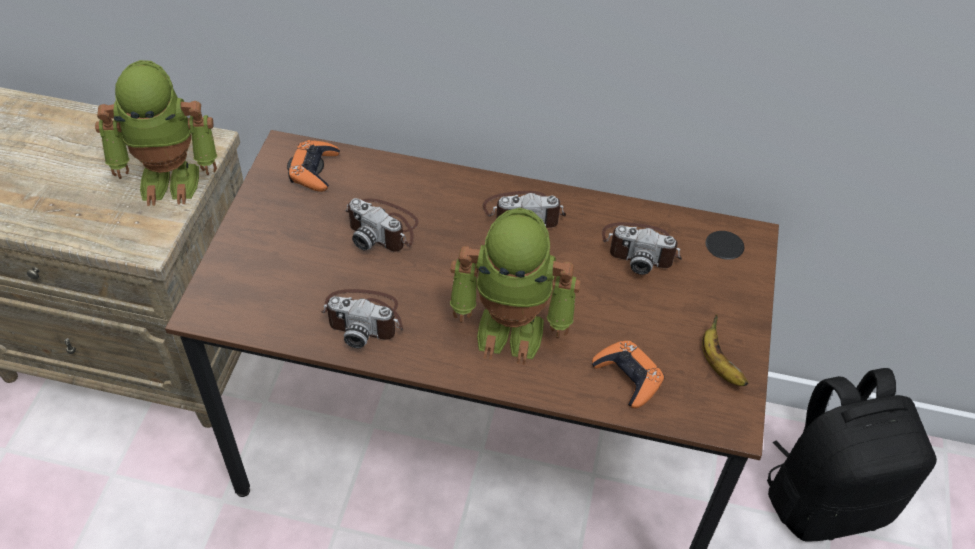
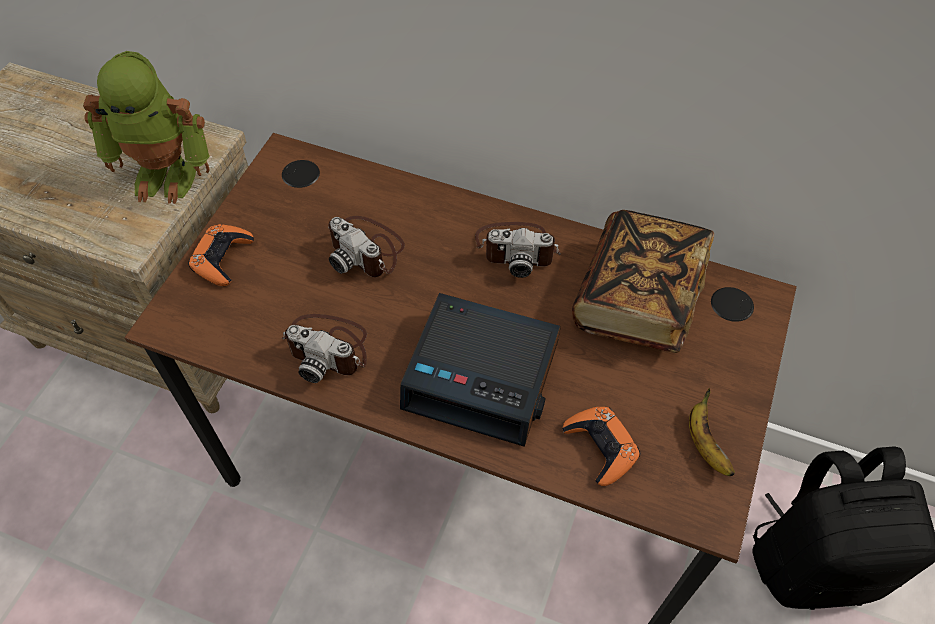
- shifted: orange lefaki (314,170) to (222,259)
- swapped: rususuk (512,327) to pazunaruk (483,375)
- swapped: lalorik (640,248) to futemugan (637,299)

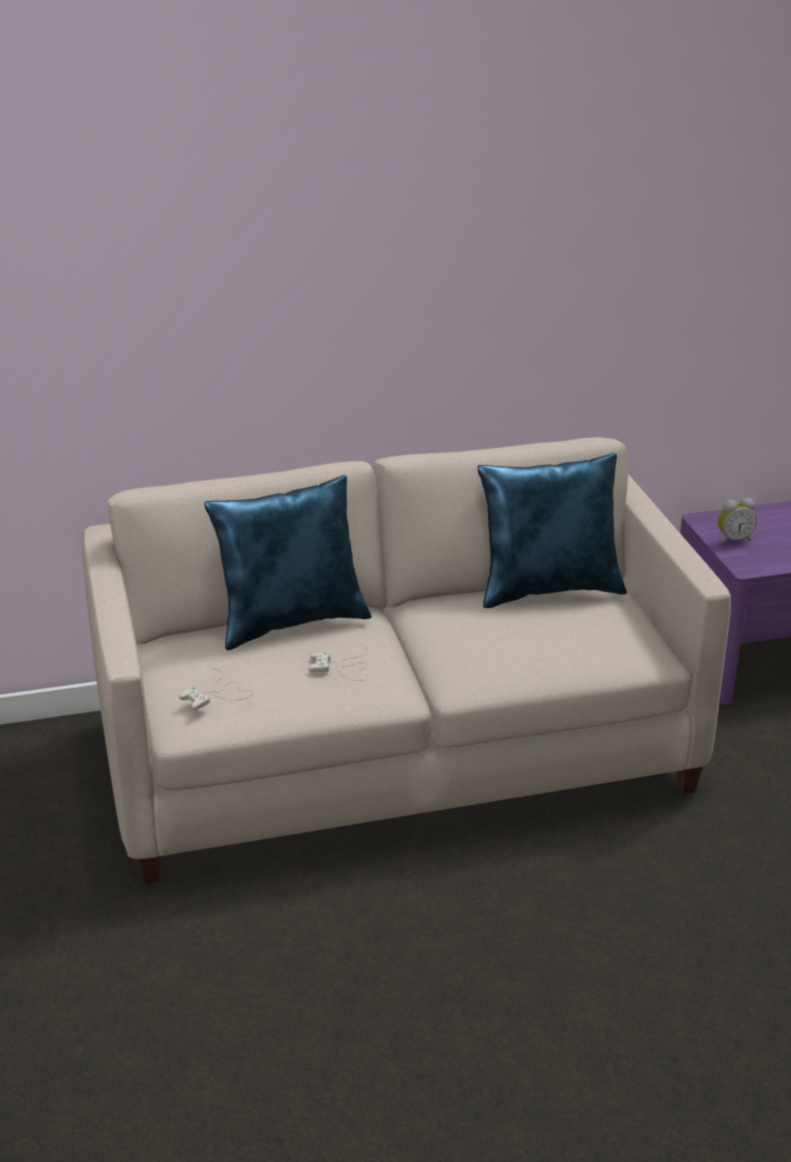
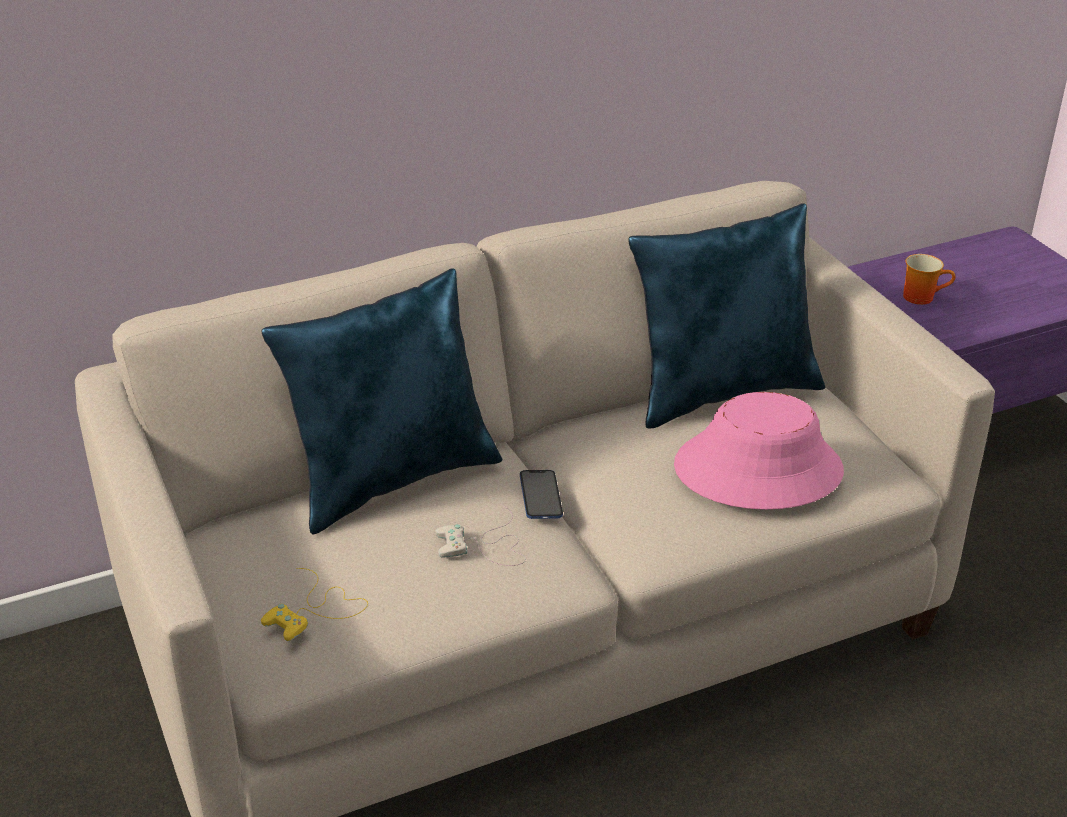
- repainted: white lefaki (218,694) to yellow lefaki (316,610)
- new: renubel (540,496)
- new: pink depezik (758,469)
- swapped: pazunaruk (733,540) to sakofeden (922,296)

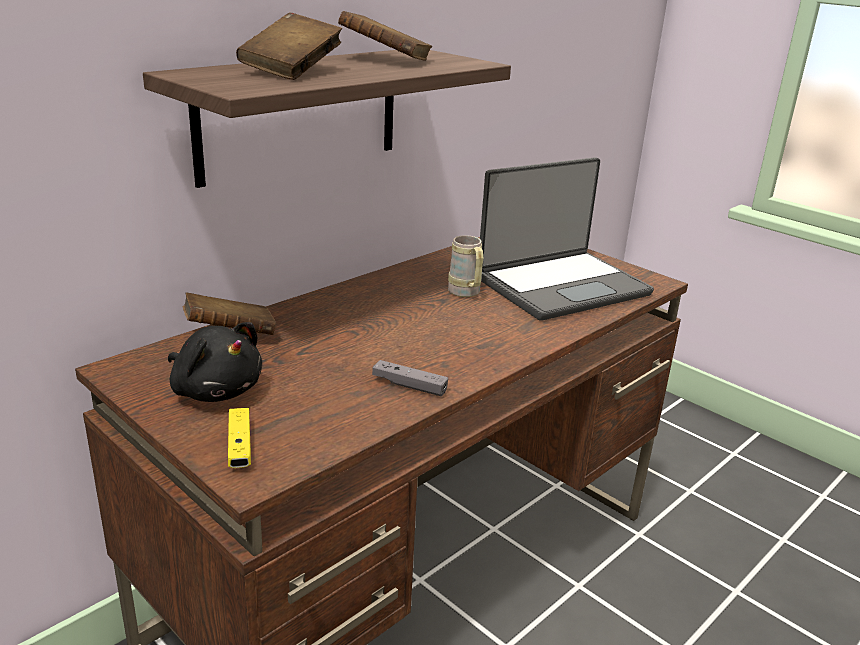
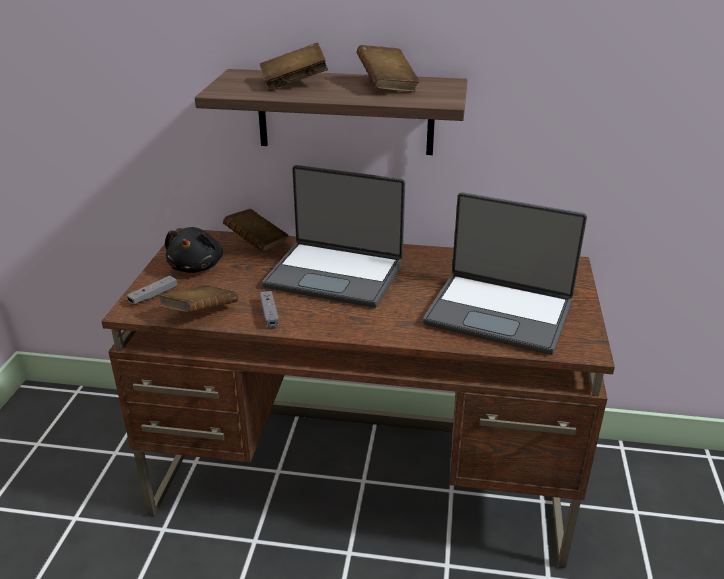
- repainted: yellow lefaki (239,446) to grey lefaki (153,296)
- new: brown futemugan (200,314)
- new: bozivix (335,274)
- gone: beige sakofeden (466,294)

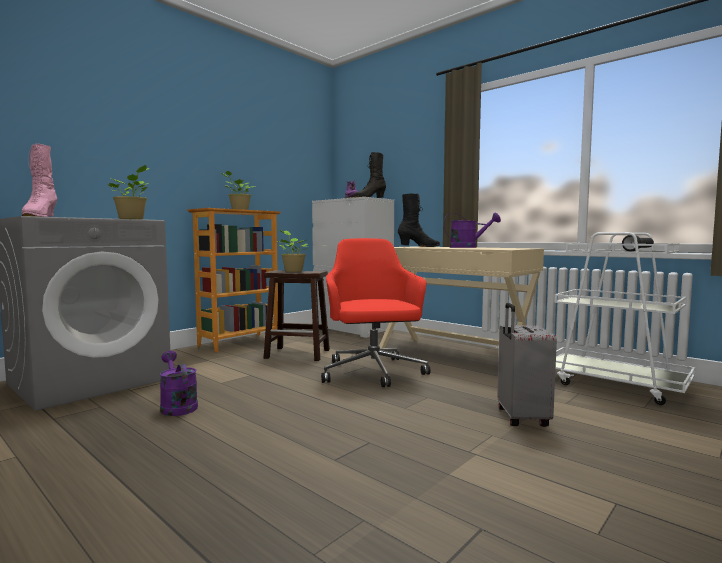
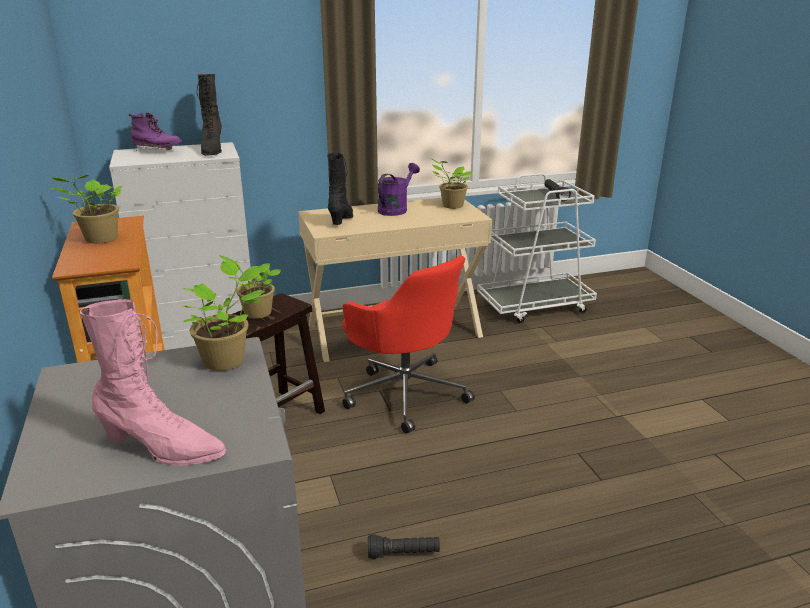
- rotated: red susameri (373,373) = (405,392) 150 degrees counterclockwise
- swapped: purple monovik (177,406) to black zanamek (403,553)
- new: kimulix (451,205)
- gone: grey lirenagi (521,418)

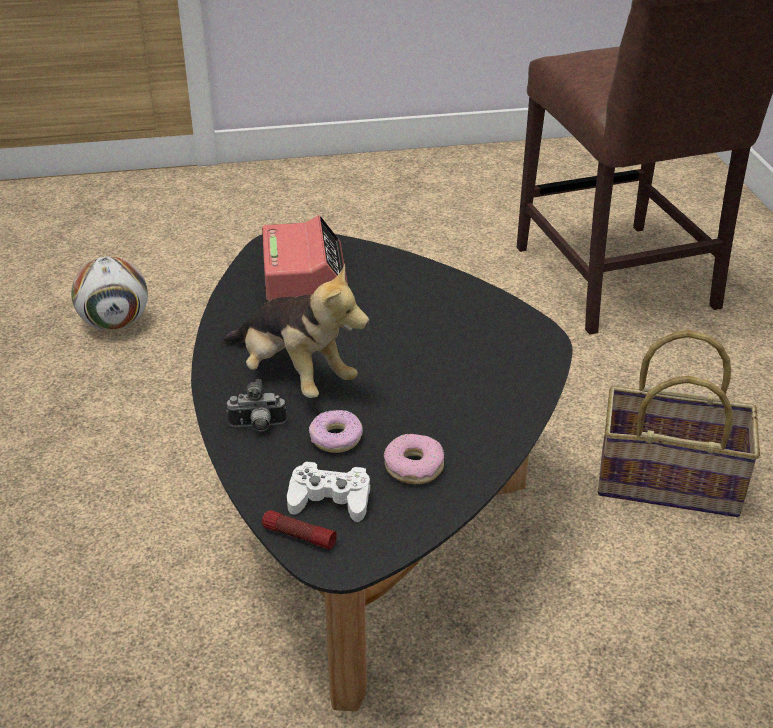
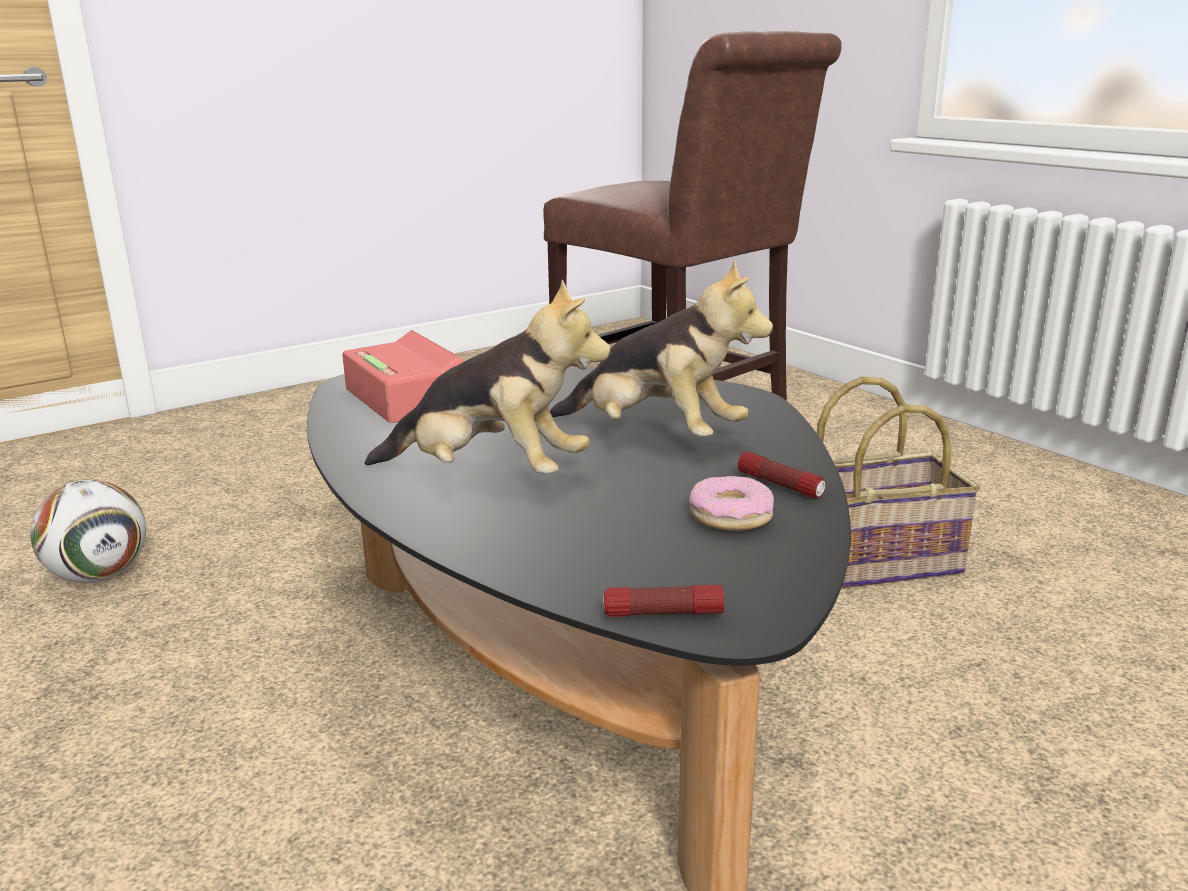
- new: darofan (656,435)
- new: zanamek (780,485)
- gone: lalorik (257,426)
- gone: white lefaki (330,499)
- gone: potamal (336,438)

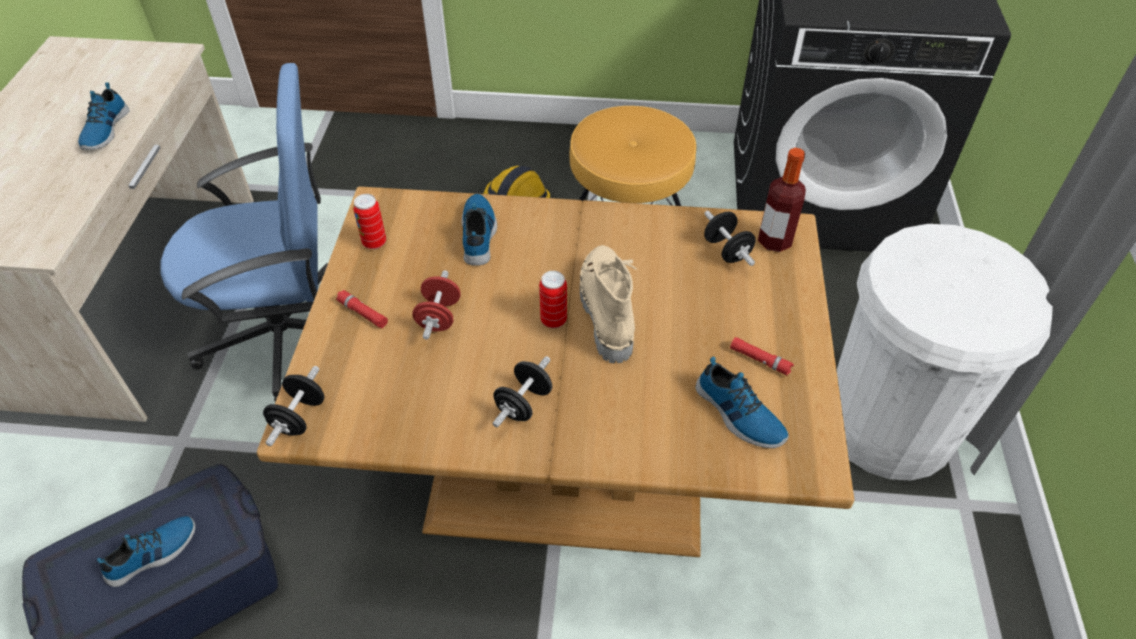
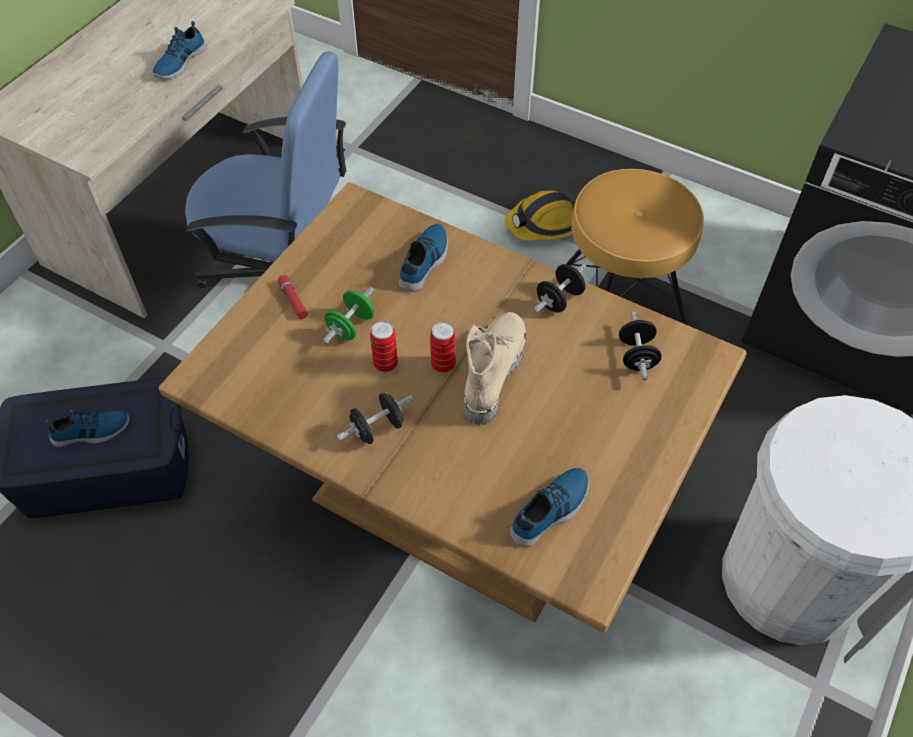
- repainted: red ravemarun (439,317) to green ravemarun (351,326)
- shifted: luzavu (374,242) to (385,364)
- rotated: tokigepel (738,414) = (551,510) 120 degrees counterclockwise
- shifted: black ravemarun (299,417) to (559,299)
- gone: red zanamek (760,360)
- gone: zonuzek (774,241)

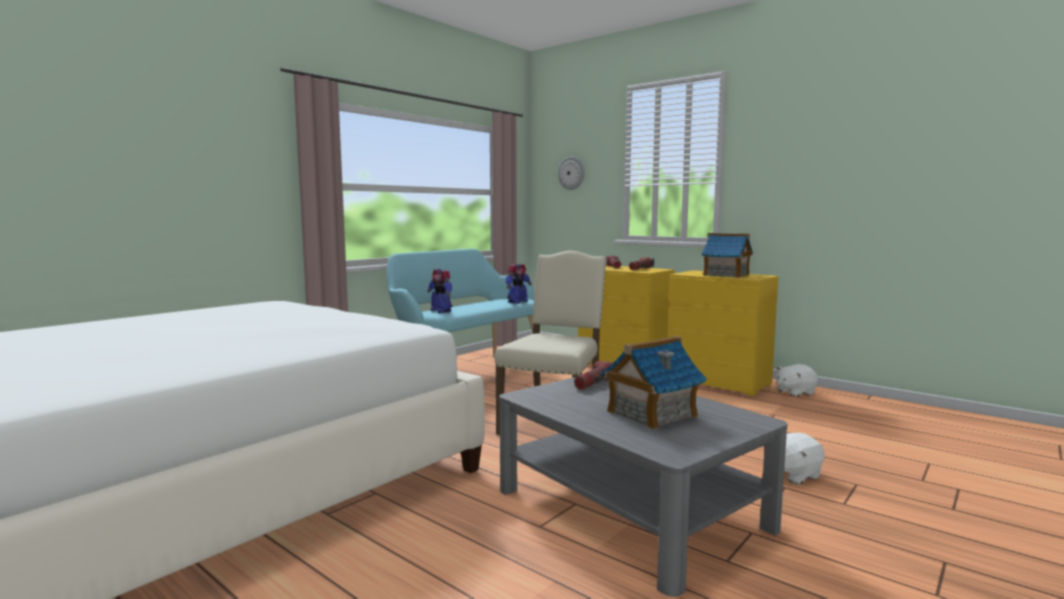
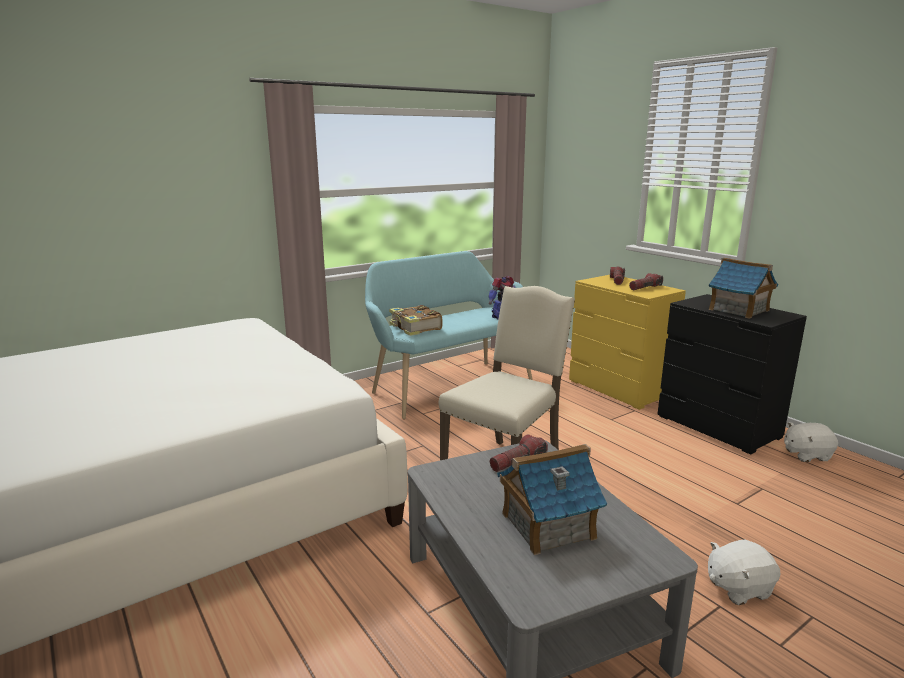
- swapped: rususuk (441,311) to futemugan (415,328)
- repainted: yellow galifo (719,382) to black galifo (718,427)
- gone: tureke (571,173)

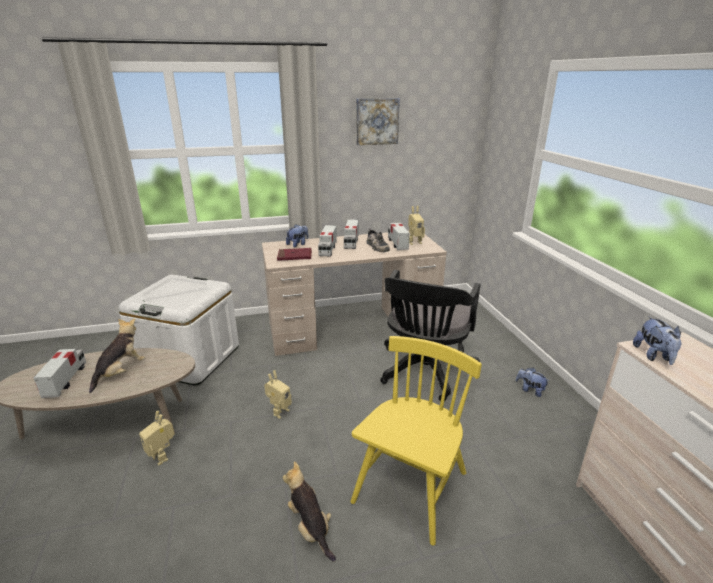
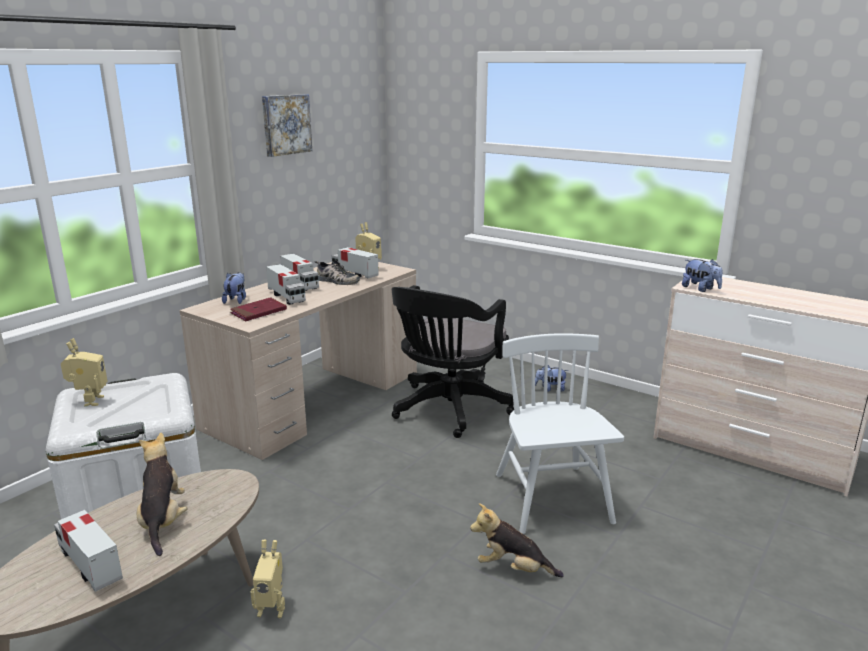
- shifted: rususuk (279,411) to (89,401)
- rotated: black susameri (424,372) = (448,410) 45 degrees clockwise
- repainted: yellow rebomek (410,488) to white rebomek (552,498)

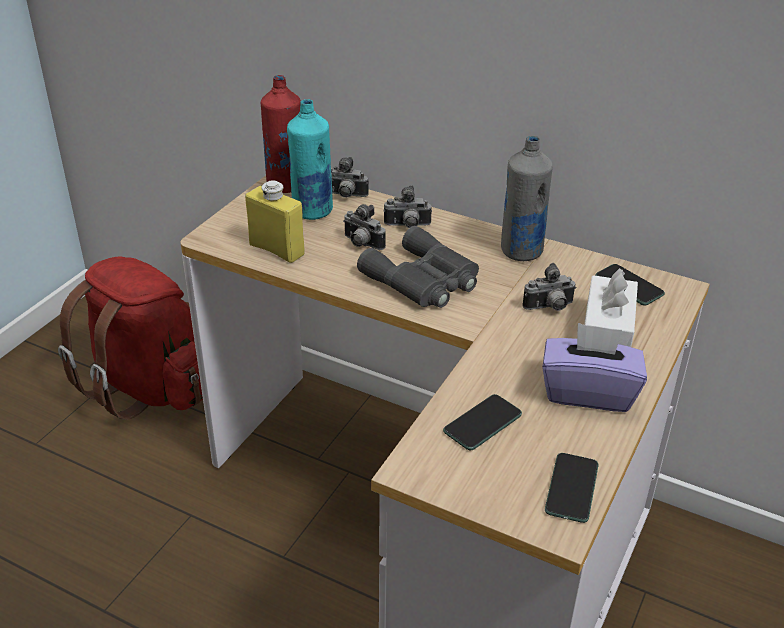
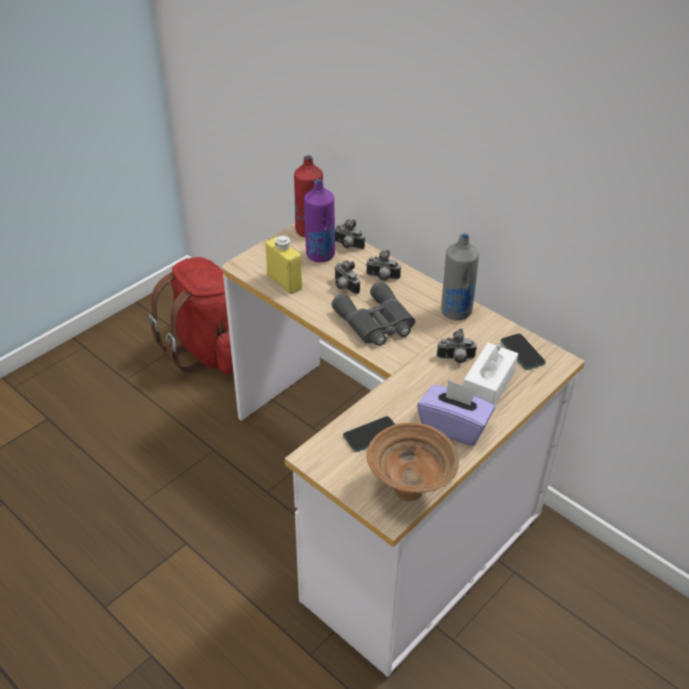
- repainted: turquoise zonuzek (312,211) to purple zonuzek (320,255)
- swapped: renubel (571,488) to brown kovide (410,491)

